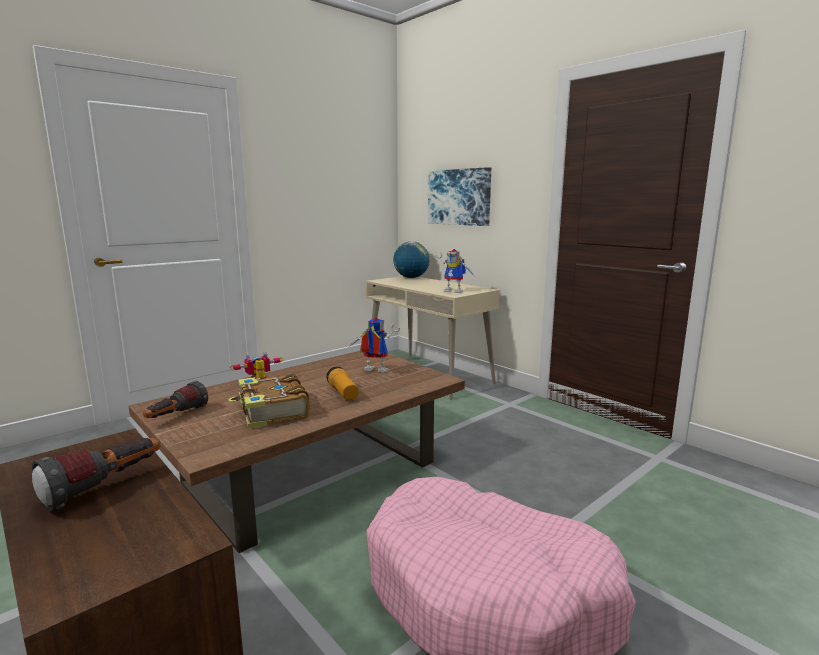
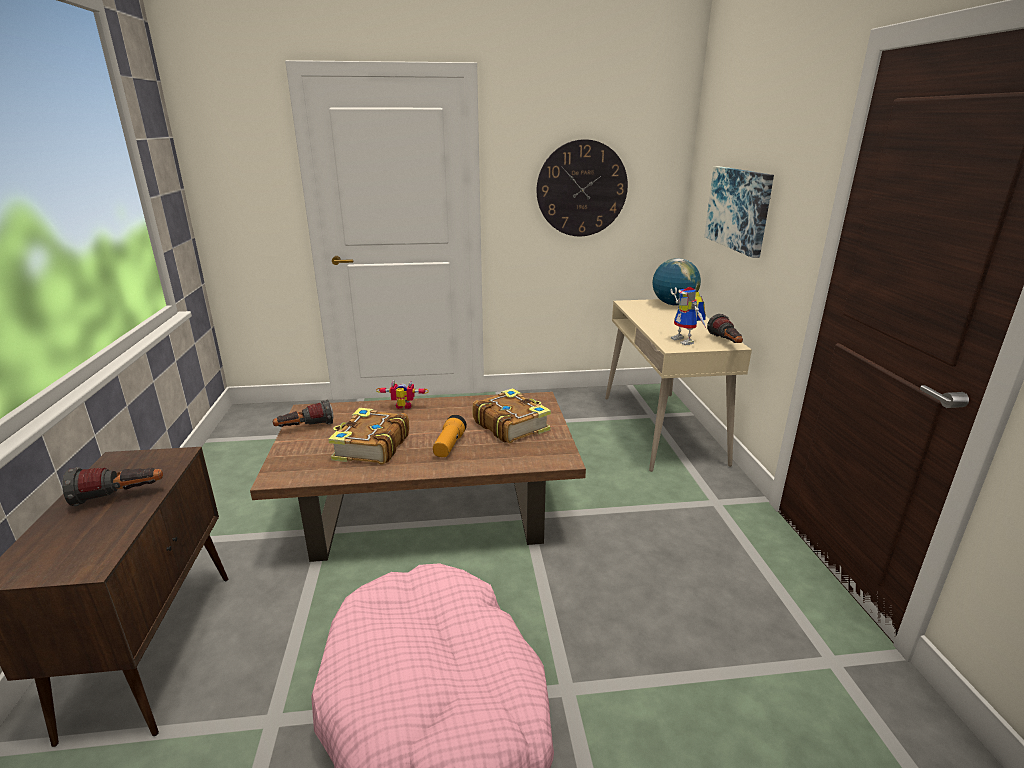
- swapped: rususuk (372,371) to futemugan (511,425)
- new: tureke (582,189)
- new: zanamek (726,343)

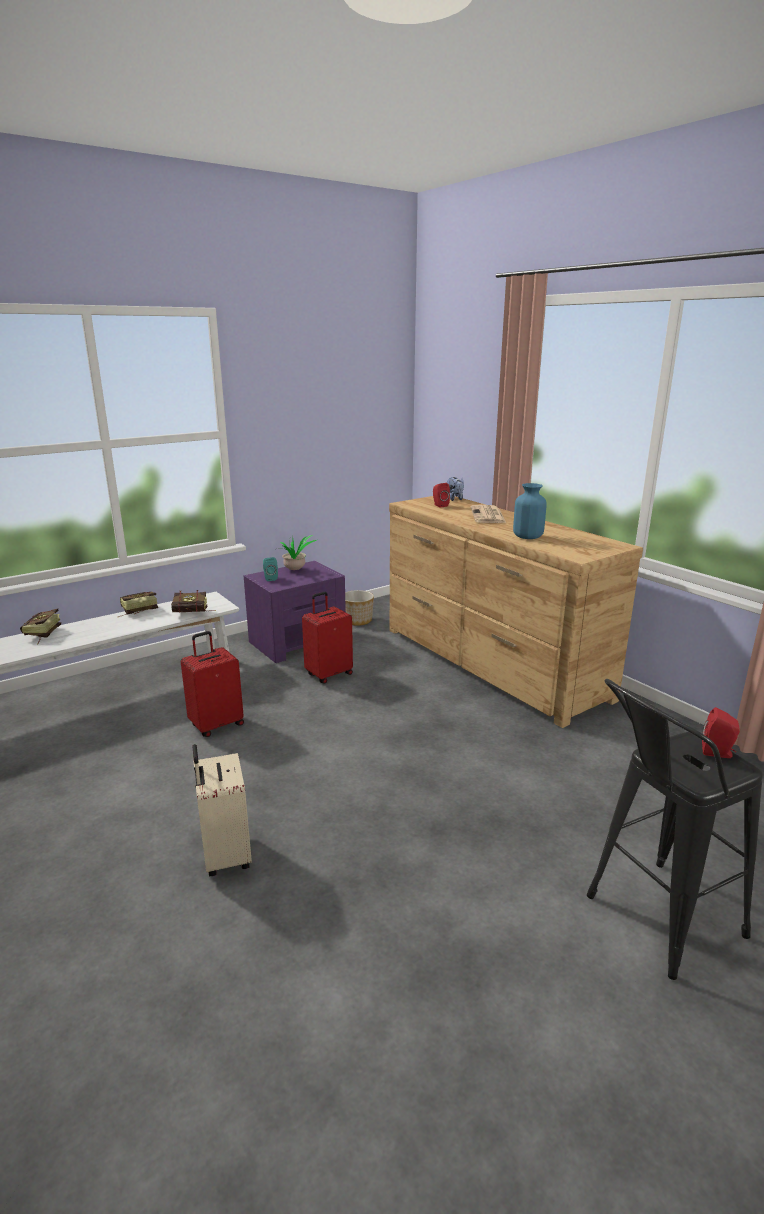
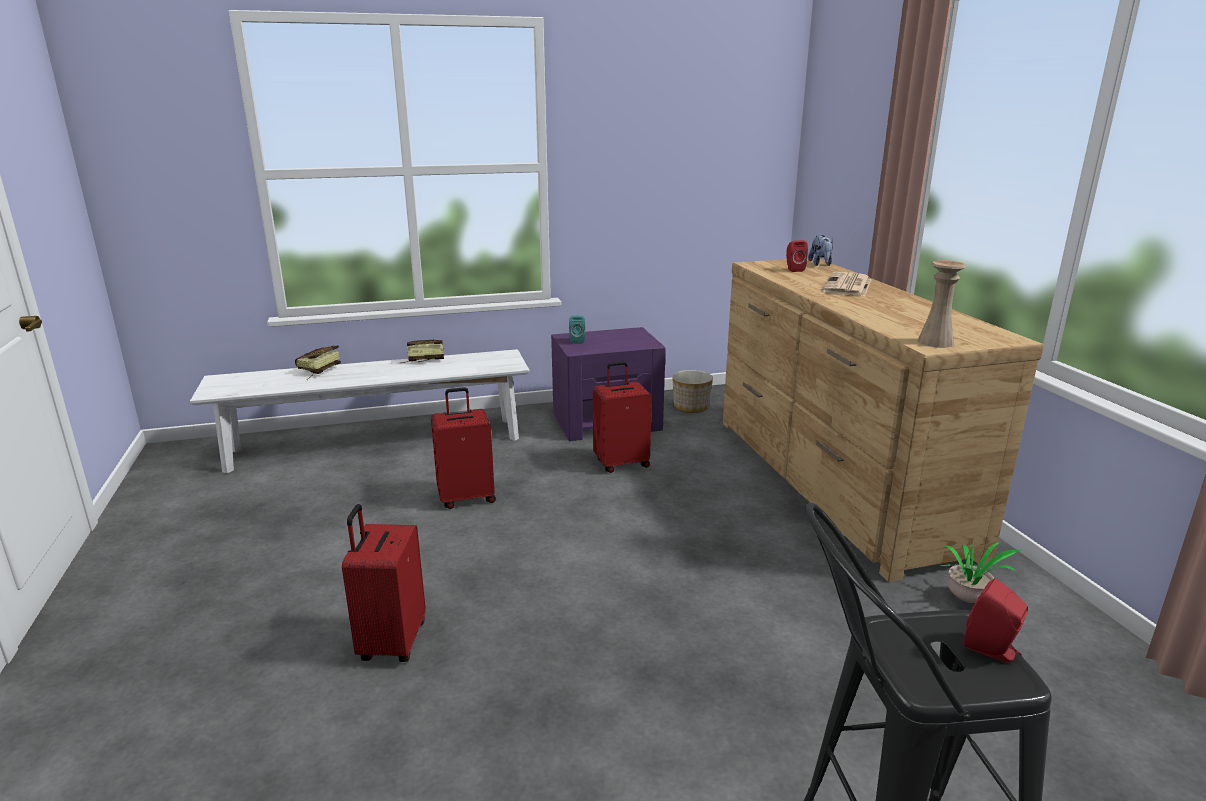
- repainted: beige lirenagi (225,856) to red lirenagi (391,642)
- new: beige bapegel (935,342)
- shifted: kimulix (296,570) to (969,601)
- gone: futemugan (194,613)
- gone: blue bapegel (527,536)

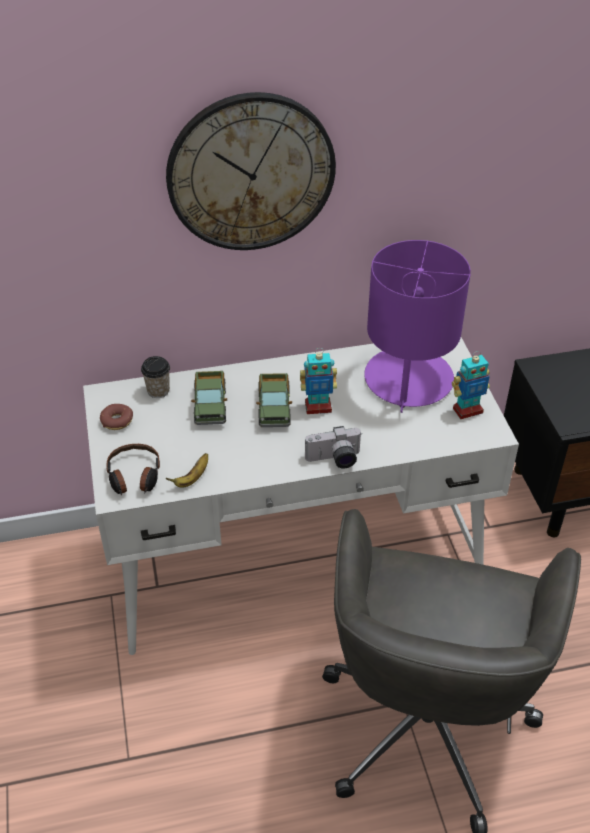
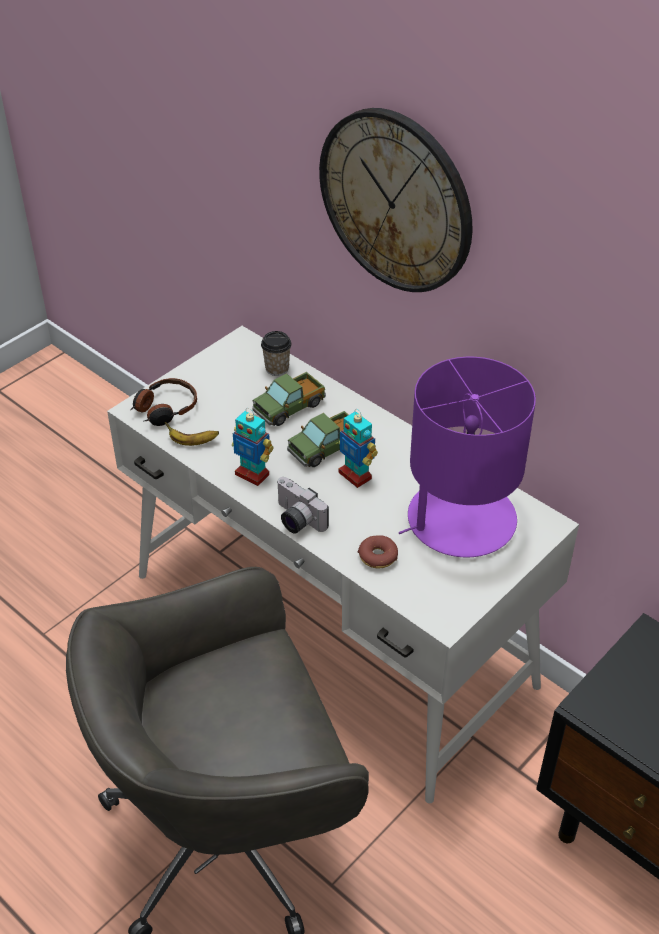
- shifted: rususuk (467,410) to (252,474)
- shifted: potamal (117,421) to (378,556)

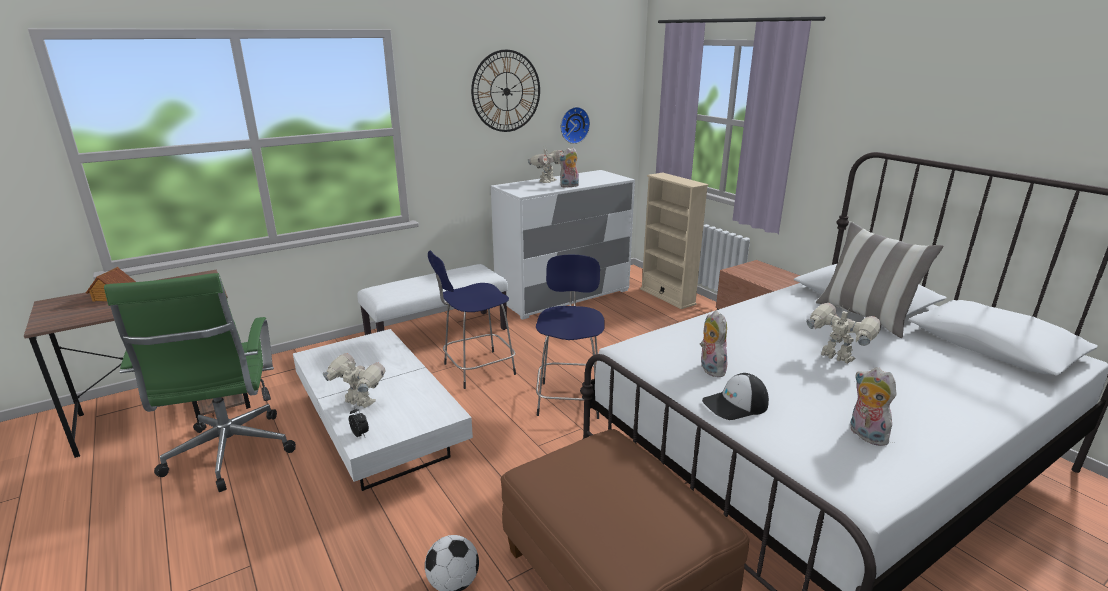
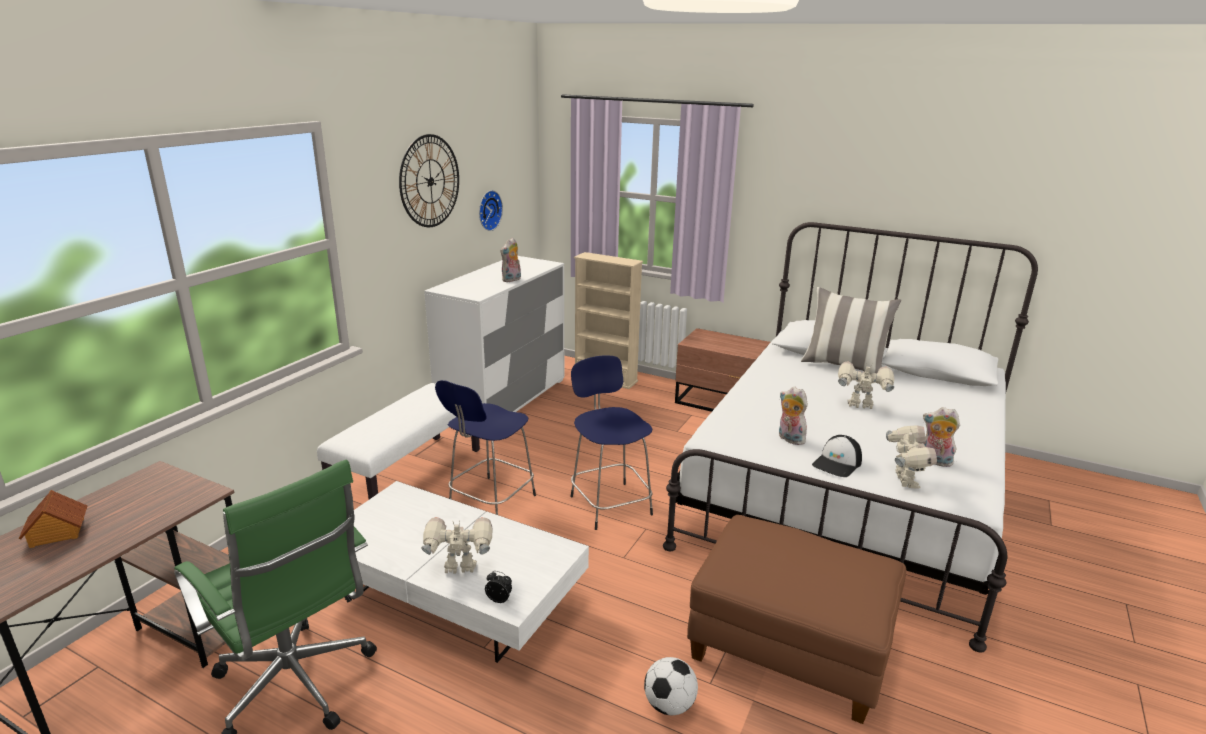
- shifted: rususuk (546,181) to (904,481)

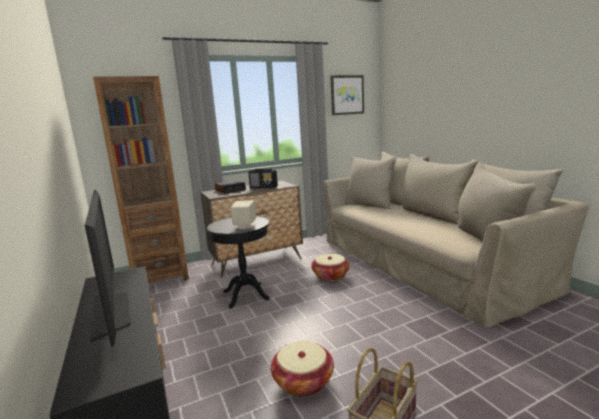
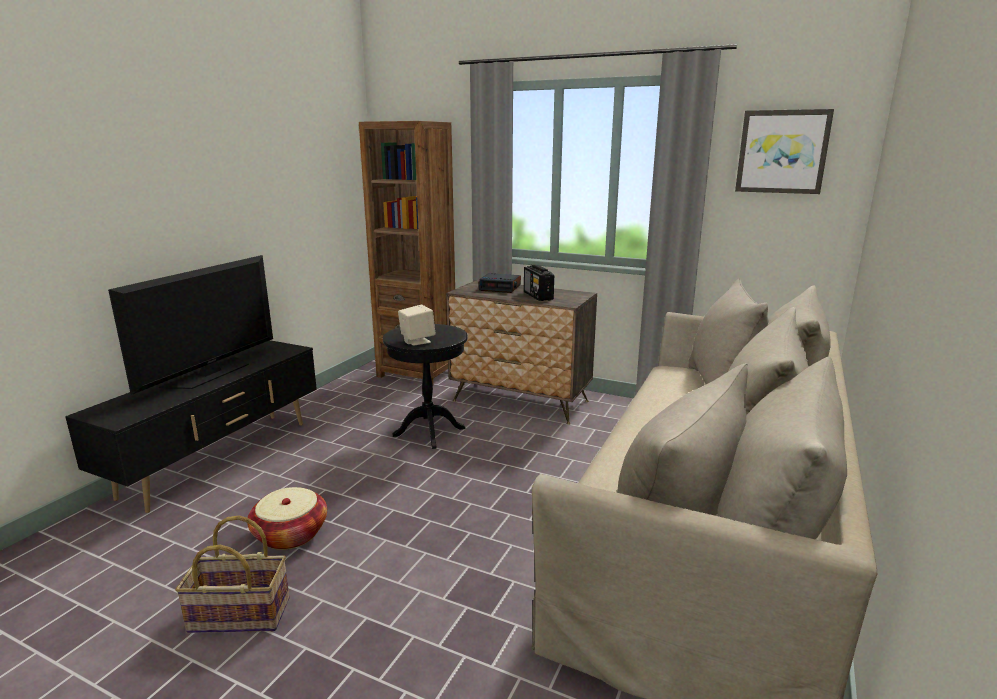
- gone: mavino (330,276)

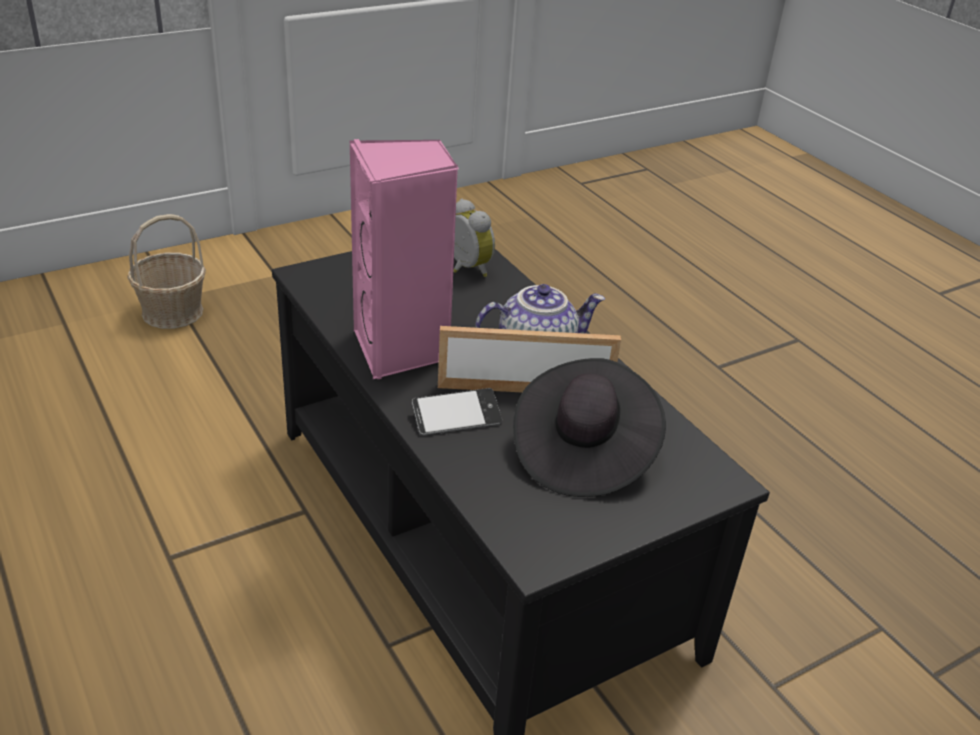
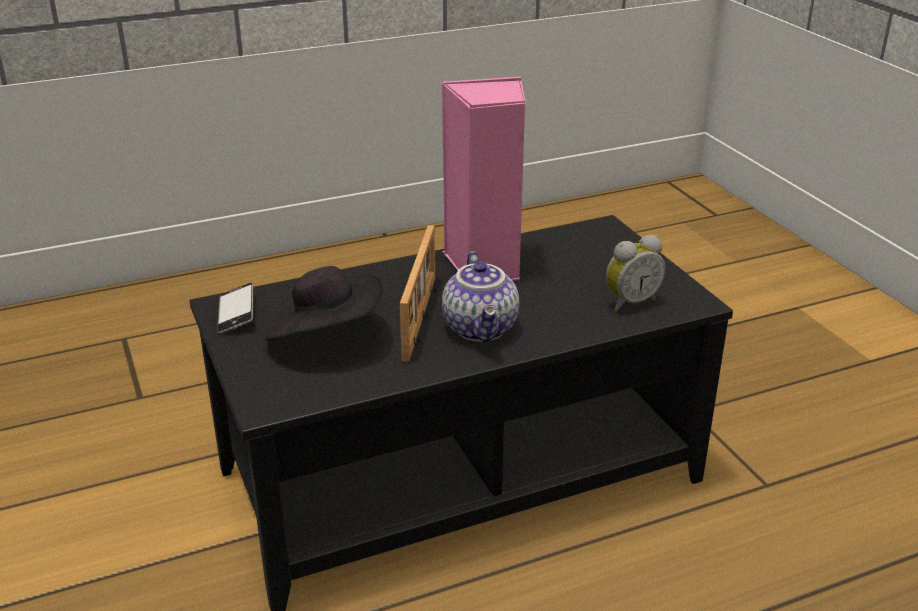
- shifted: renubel (456,418) to (236,314)
- gone: mavino (172,312)

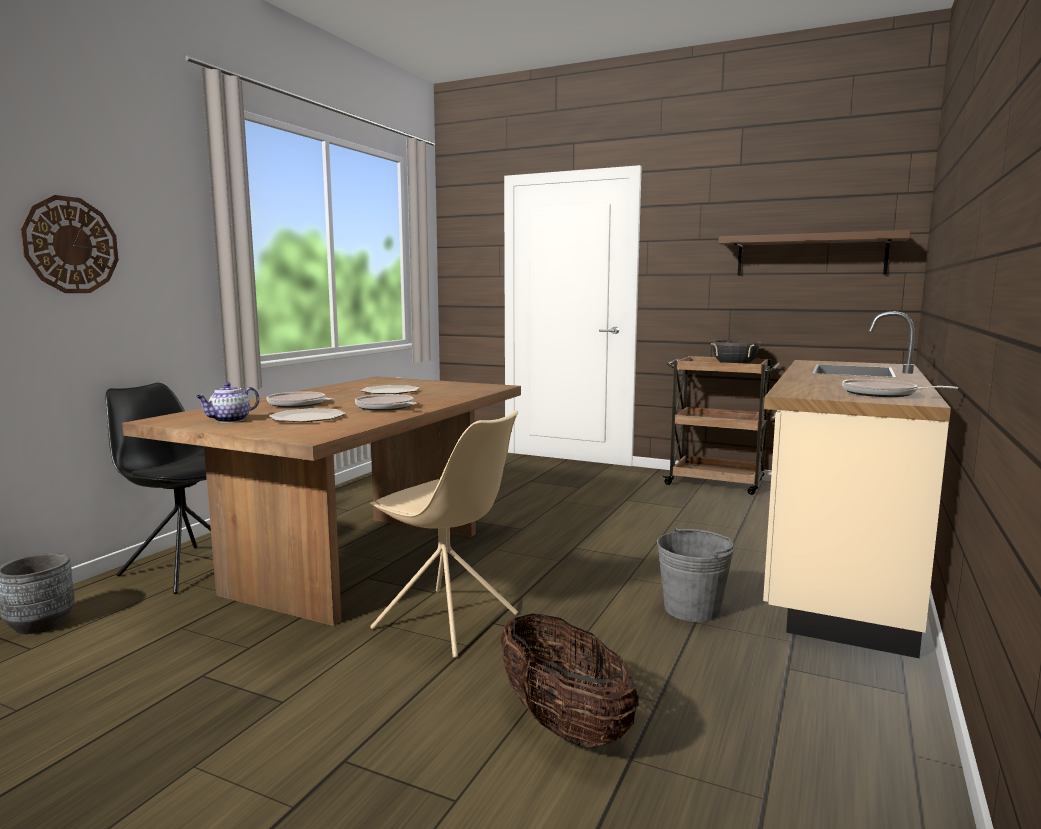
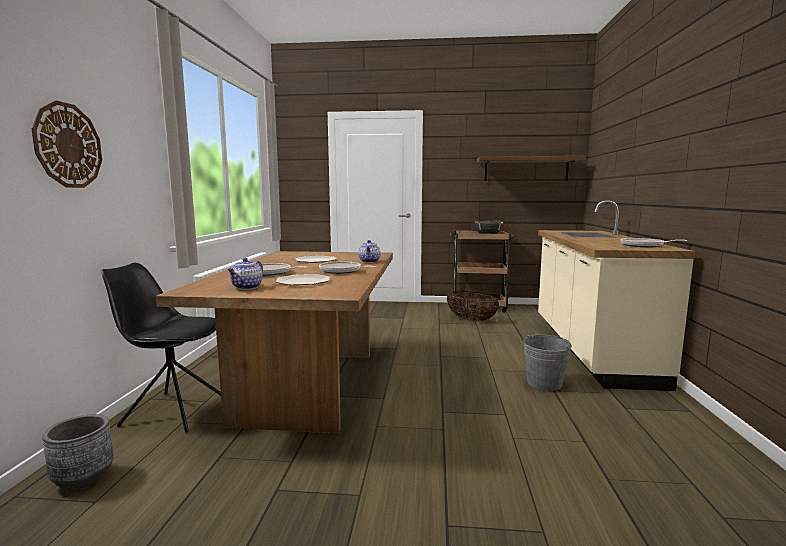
- new: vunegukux (369,261)
- shifted: mavino (563,724) to (471,319)
- gone: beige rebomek (447,622)

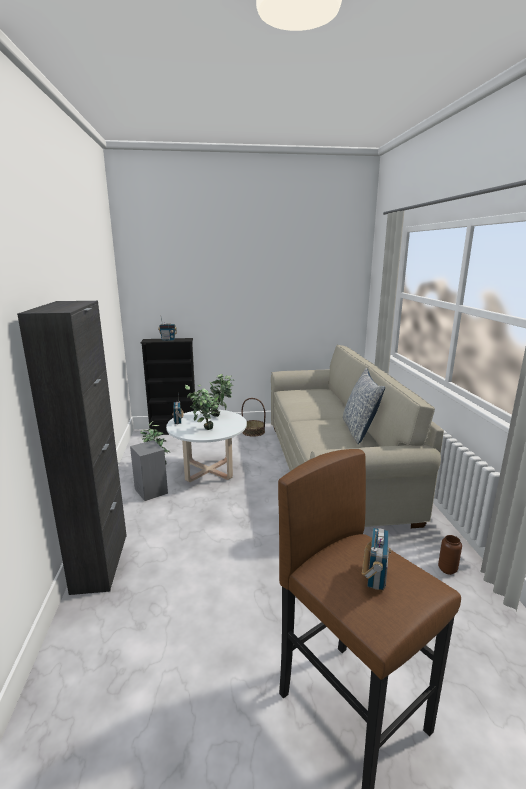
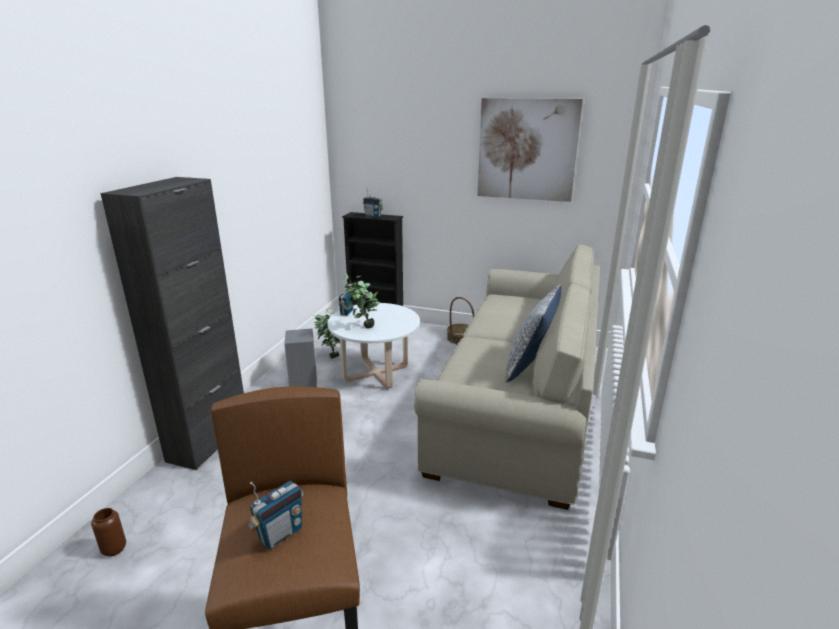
- shifted: brown bapegel (447,569) to (114,549)
- new: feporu (527,150)
- gone: kimulix (221,415)

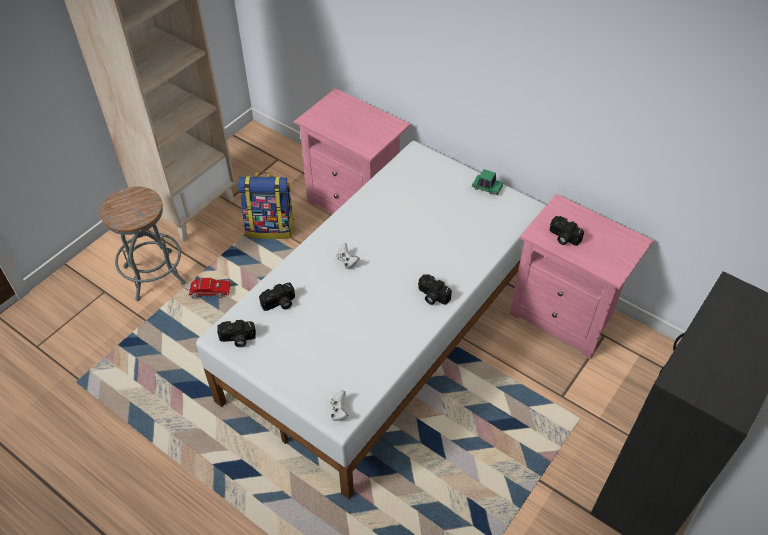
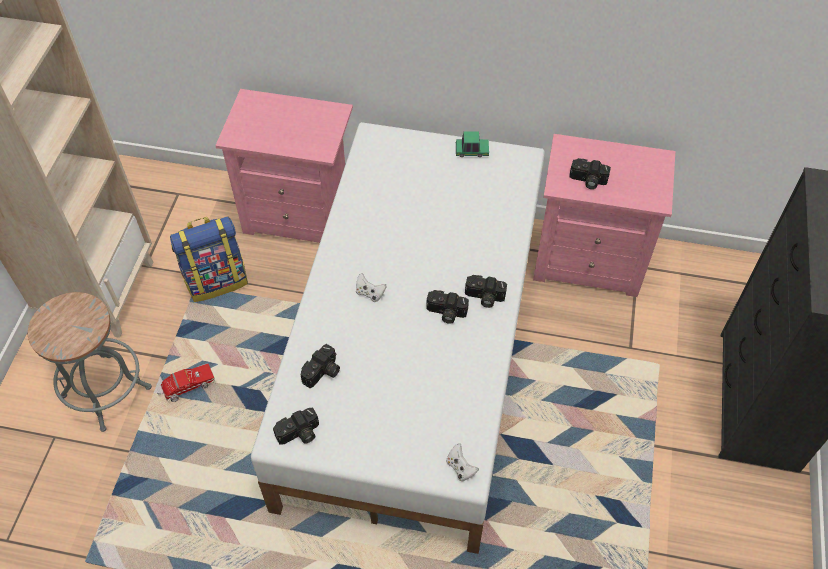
- new: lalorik (446,313)

